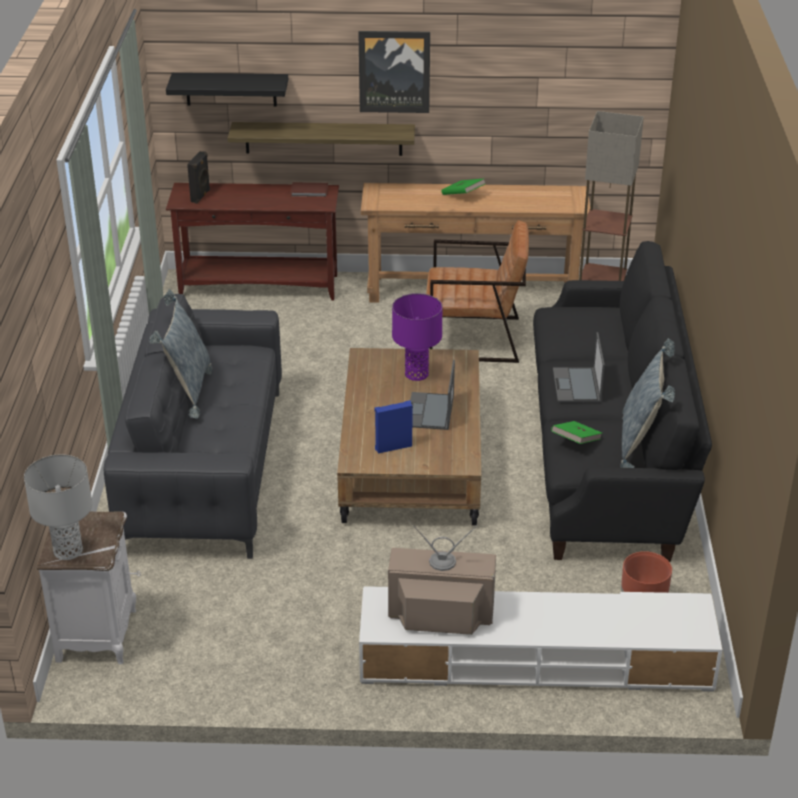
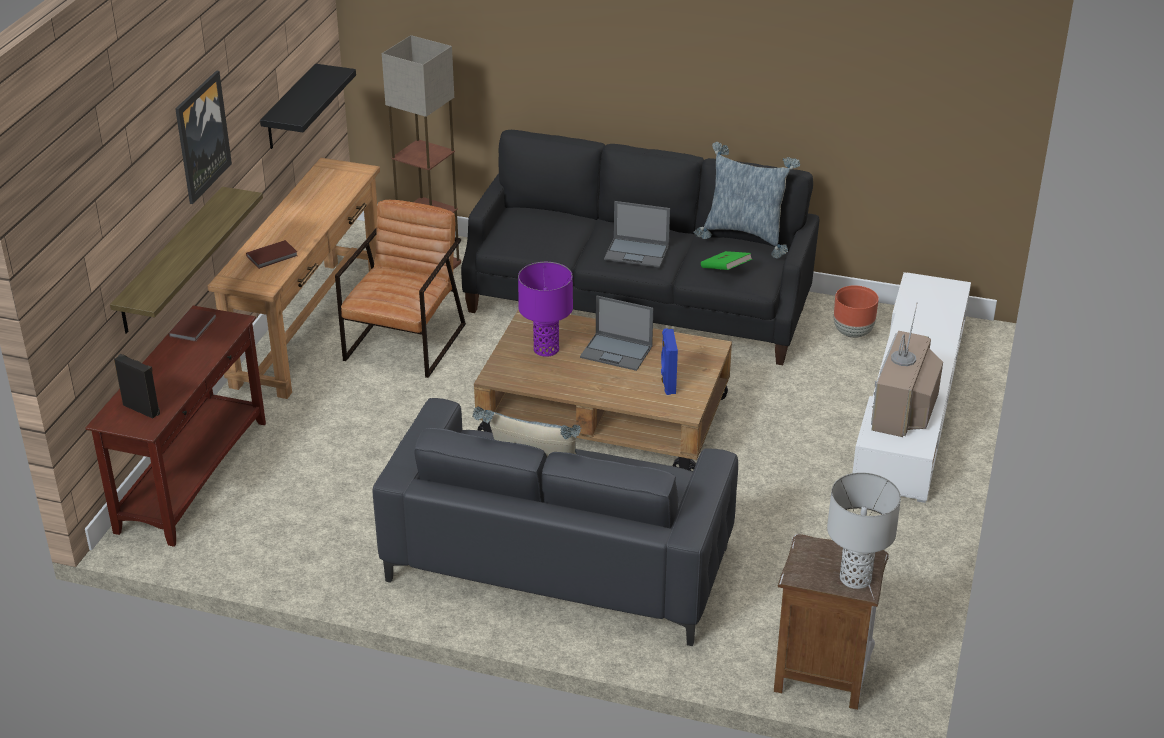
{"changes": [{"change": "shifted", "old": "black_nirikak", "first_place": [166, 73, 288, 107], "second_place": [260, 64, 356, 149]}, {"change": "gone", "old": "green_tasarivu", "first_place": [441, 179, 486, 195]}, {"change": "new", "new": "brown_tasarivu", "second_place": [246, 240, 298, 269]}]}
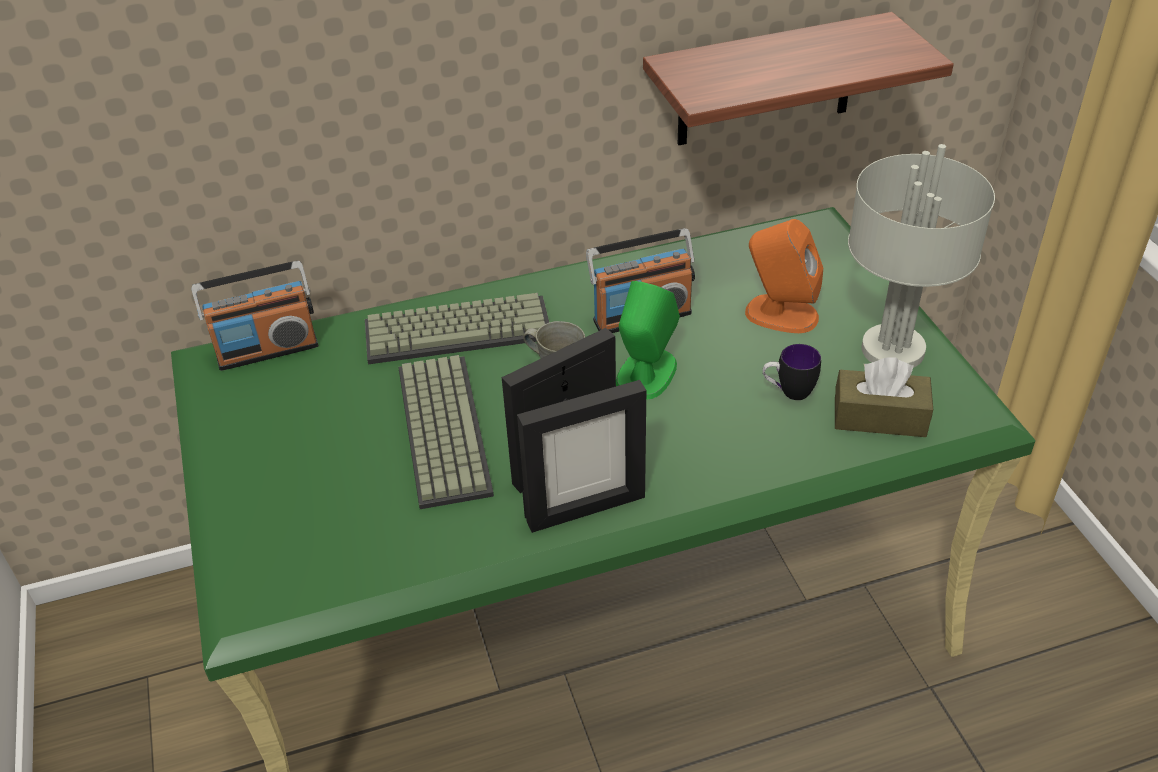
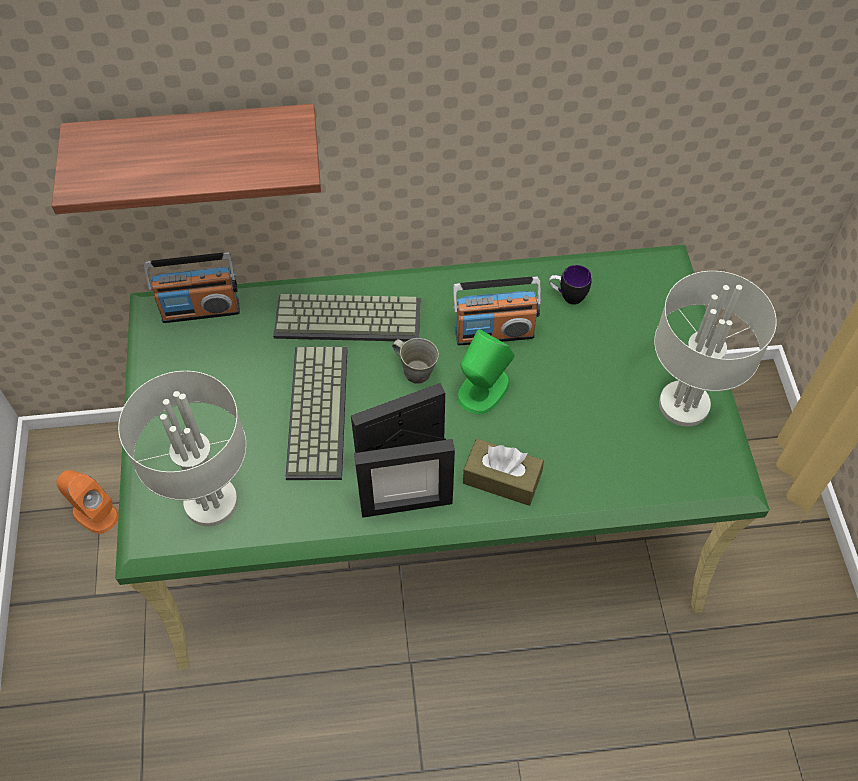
{"changes": [{"change": "shifted", "old": "nirikak", "first_place": [643, 12, 954, 145], "second_place": [52, 104, 321, 214]}, {"change": "shifted", "old": "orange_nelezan", "first_place": [745, 219, 823, 333], "second_place": [56, 470, 119, 534]}, {"change": "shifted", "old": "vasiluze", "first_place": [762, 344, 821, 400], "second_place": [549, 265, 592, 305]}, {"change": "shifted", "old": "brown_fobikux", "first_place": [835, 357, 933, 437], "second_place": [463, 439, 544, 506]}, {"change": "new", "new": "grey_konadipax", "second_place": [118, 371, 247, 527]}]}
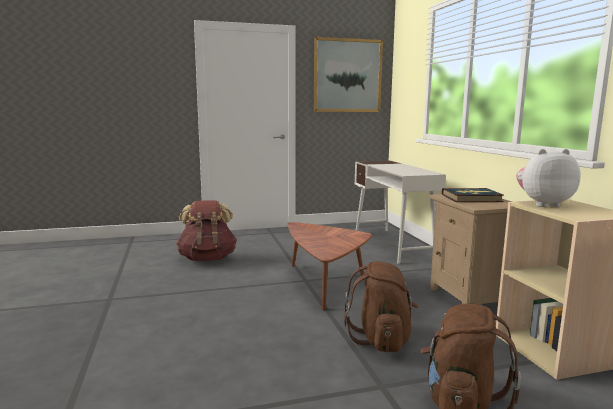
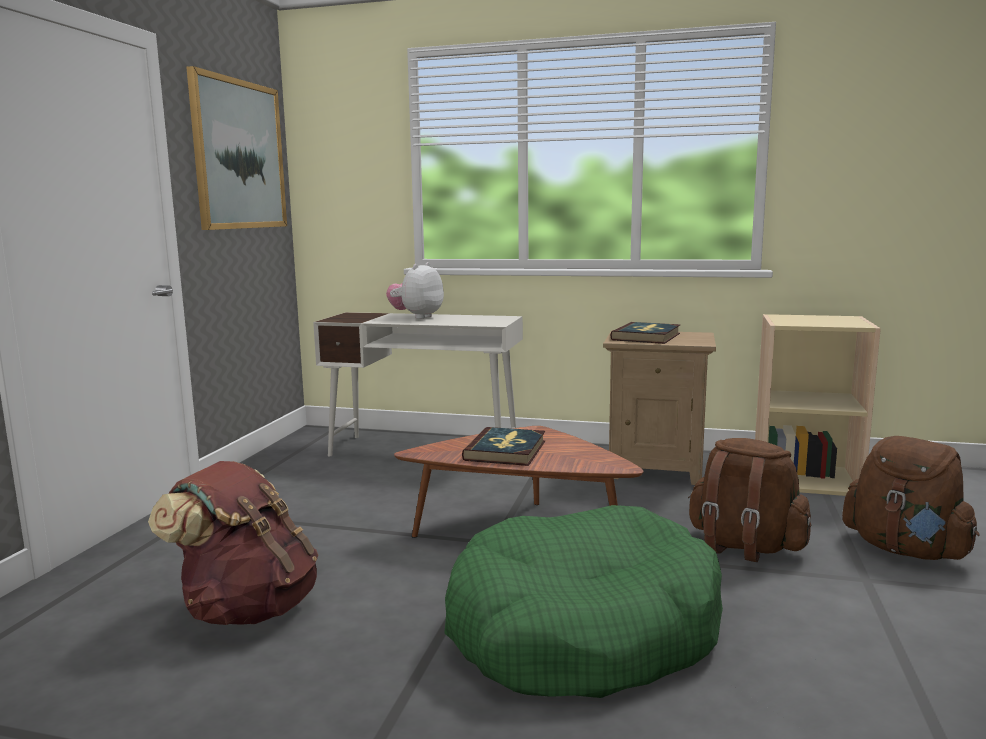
{"changes": [{"change": "shifted", "old": "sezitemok", "first_place": [516, 149, 581, 207], "second_place": [386, 262, 444, 319]}, {"change": "new", "new": "tasarivu", "second_place": [462, 427, 545, 466]}, {"change": "new", "new": "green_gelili", "second_place": [444, 505, 723, 698]}]}
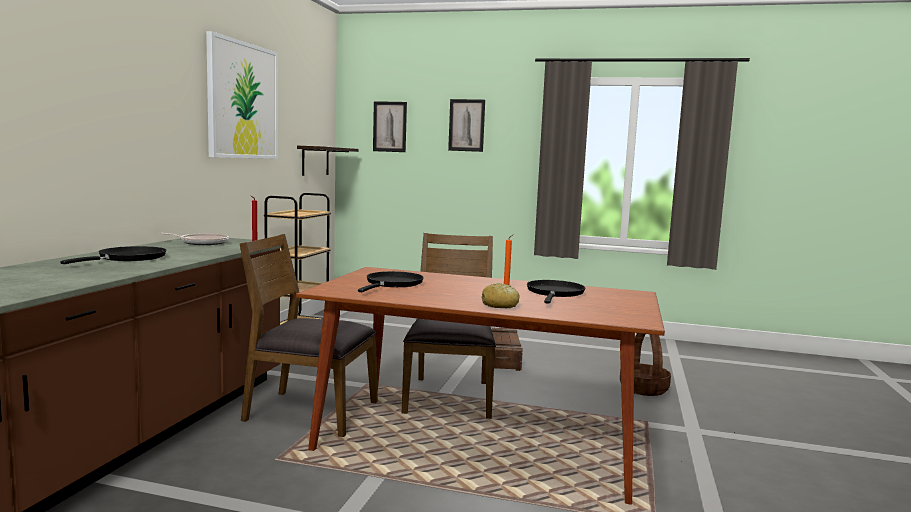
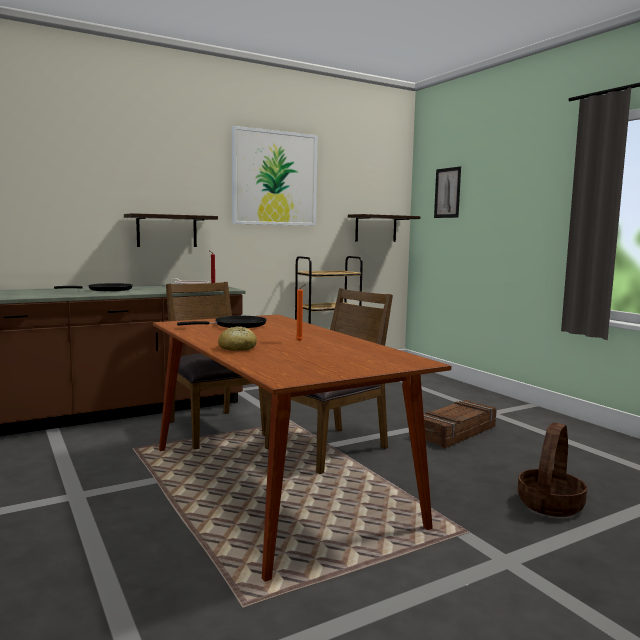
{"changes": [{"change": "gone", "old": "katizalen", "first_place": [448, 99, 485, 152]}, {"change": "gone", "old": "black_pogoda", "first_place": [527, 280, 585, 304]}, {"change": "new", "new": "nirikak", "second_place": [124, 213, 218, 247]}]}
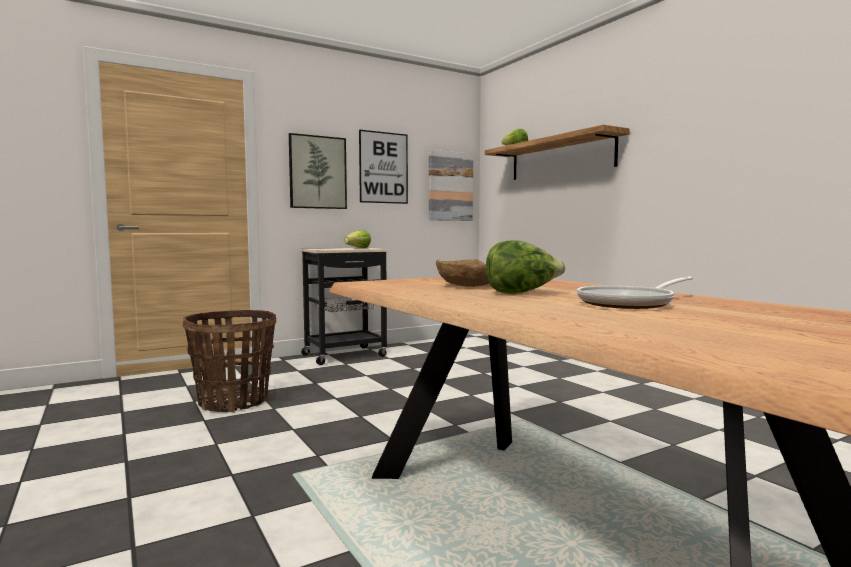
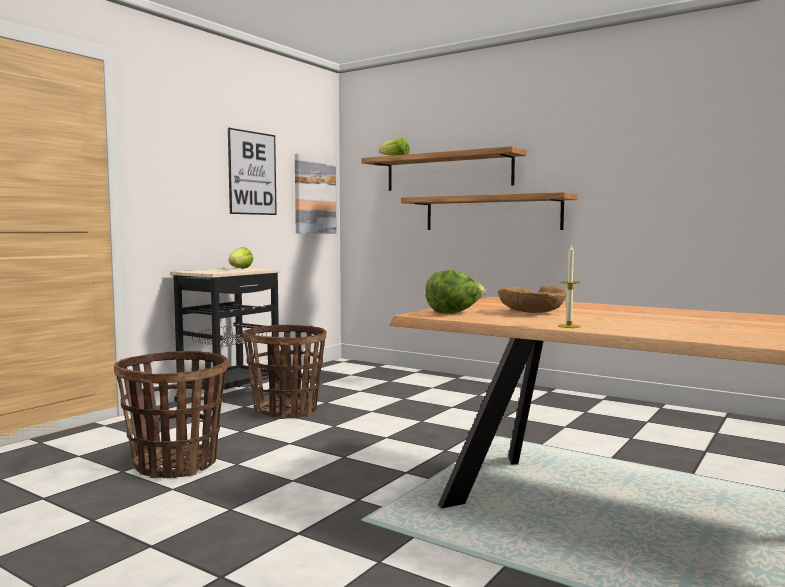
{"changes": [{"change": "gone", "old": "katizalen", "first_place": [289, 133, 347, 209]}, {"change": "shifted", "old": "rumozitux", "first_place": [486, 240, 565, 294], "second_place": [425, 270, 486, 314]}, {"change": "gone", "old": "pogoda", "first_place": [577, 276, 693, 309]}, {"change": "new", "new": "nirikak", "second_place": [401, 192, 577, 230]}, {"change": "new", "new": "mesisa", "second_place": [558, 244, 581, 328]}, {"change": "new", "new": "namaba", "second_place": [243, 324, 327, 419]}]}
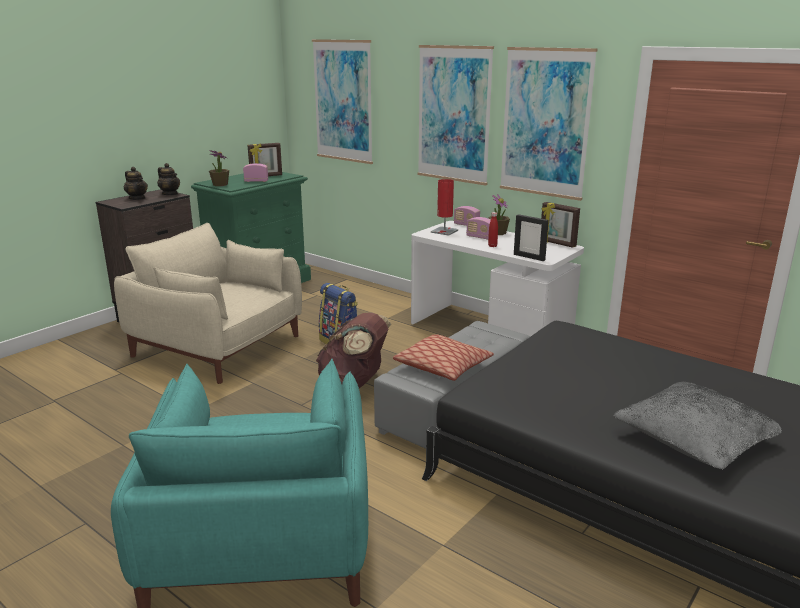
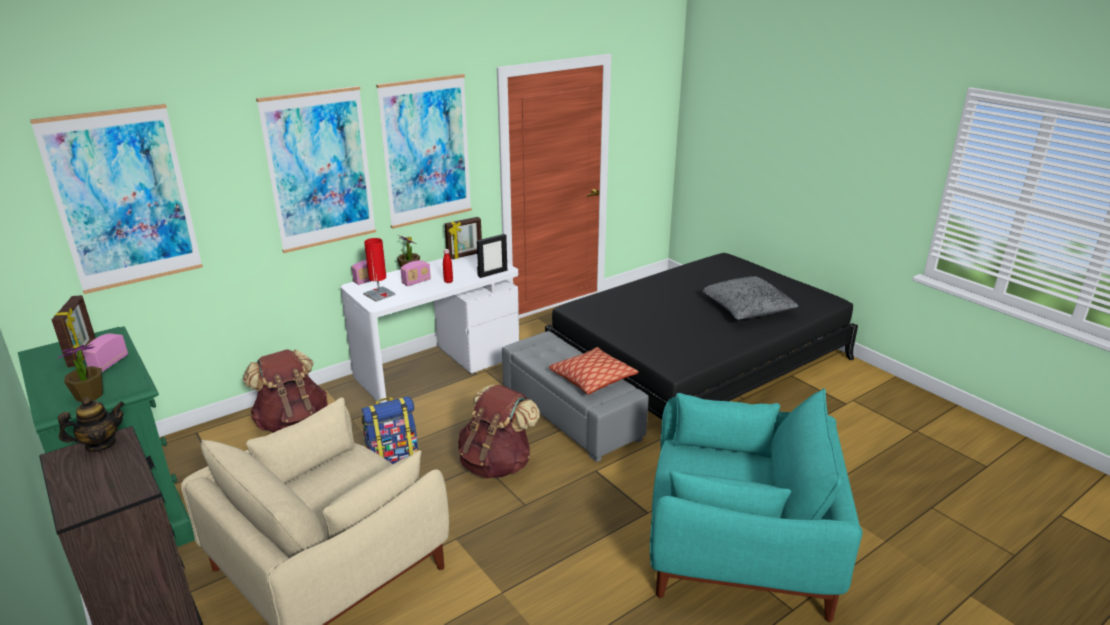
{"changes": [{"change": "gone", "old": "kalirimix", "first_place": [124, 167, 148, 200]}, {"change": "new", "new": "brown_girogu", "second_place": [243, 349, 328, 433]}]}
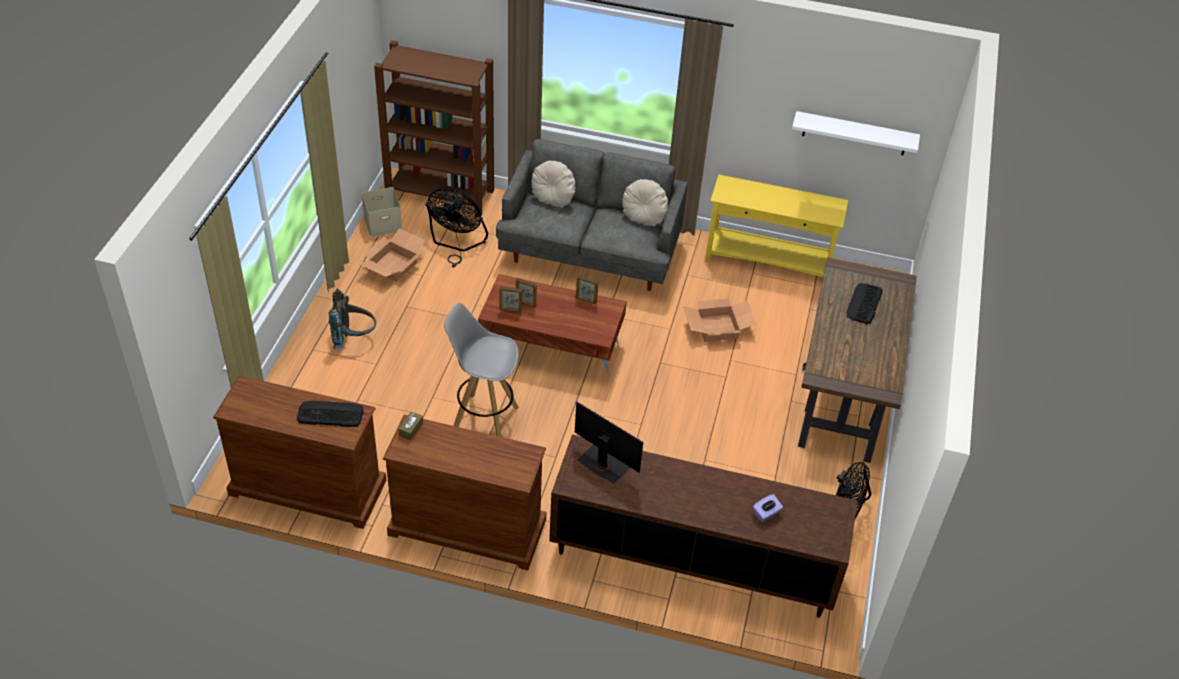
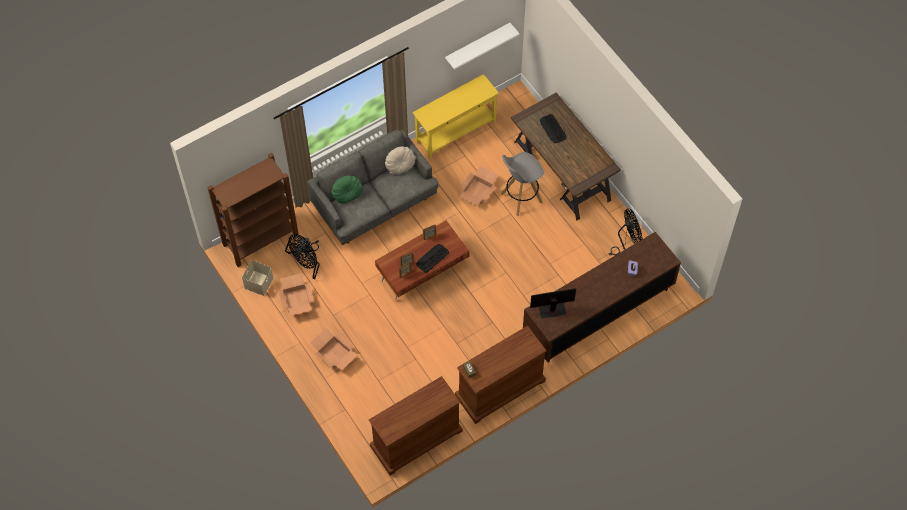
{"changes": [{"change": "repainted", "old": "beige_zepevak", "new": "green_zepevak", "first_place": [531, 161, 575, 208], "second_place": [331, 175, 363, 204]}, {"change": "rotated", "old": "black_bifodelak", "first_place": [425, 188, 488, 268], "second_place": [285, 234, 320, 279], "degrees": -105}, {"change": "swapped", "old": "grey_girogu", "new": "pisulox", "first_place": [329, 288, 376, 350], "second_place": [310, 328, 357, 370]}, {"change": "shifted", "old": "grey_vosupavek", "first_place": [444, 303, 519, 437], "second_place": [501, 152, 544, 216]}, {"change": "shifted", "old": "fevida", "first_place": [297, 400, 364, 427], "second_place": [416, 244, 449, 273]}]}
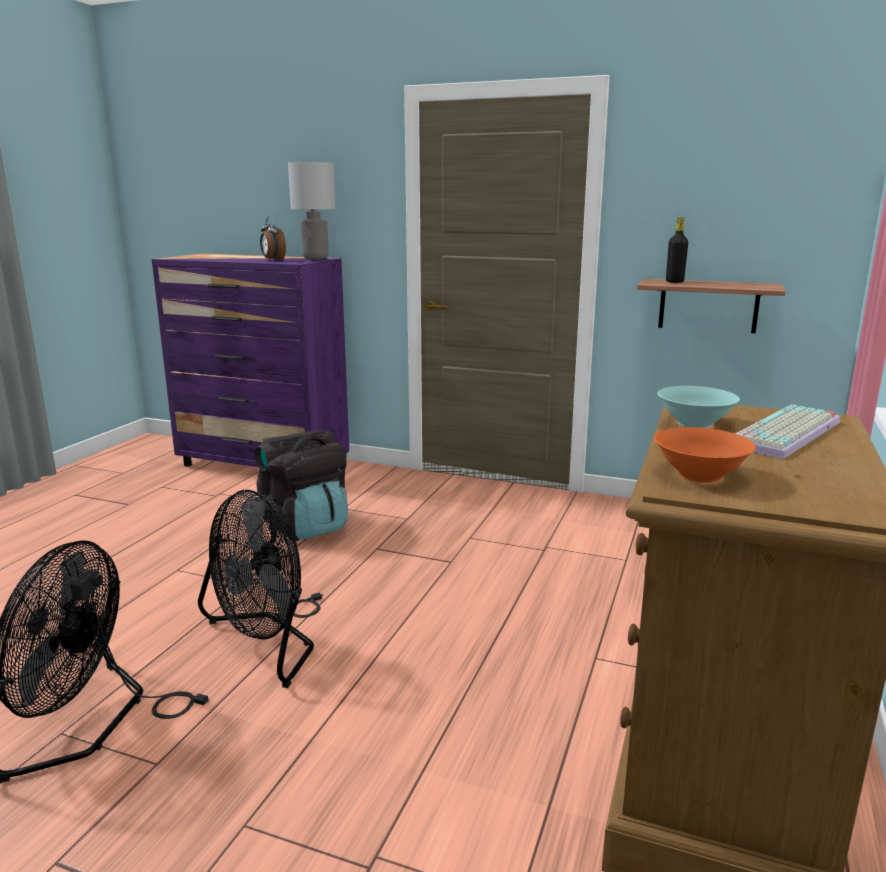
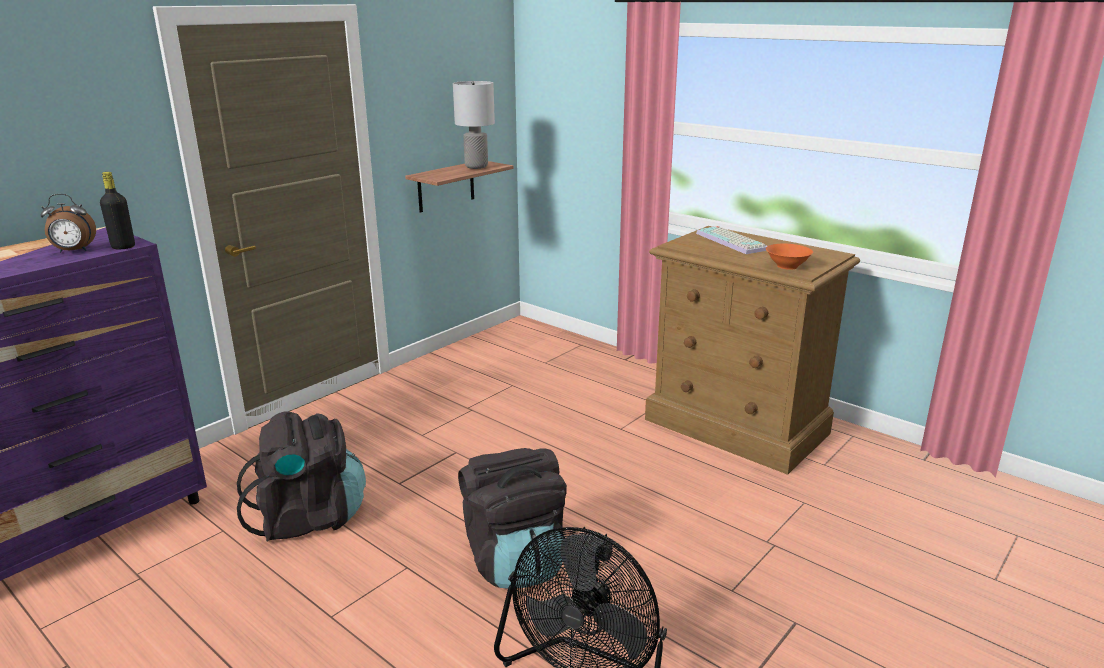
{"changes": [{"change": "shifted", "old": "grey_konadipax", "first_place": [288, 162, 335, 260], "second_place": [453, 81, 495, 169]}, {"change": "shifted", "old": "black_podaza", "first_place": [666, 217, 688, 283], "second_place": [100, 172, 135, 249]}, {"change": "gone", "old": "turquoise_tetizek", "first_place": [657, 386, 740, 428]}, {"change": "swapped", "old": "black_bifodelak", "new": "black_girogu", "first_place": [198, 490, 324, 688], "second_place": [458, 448, 567, 589]}]}
